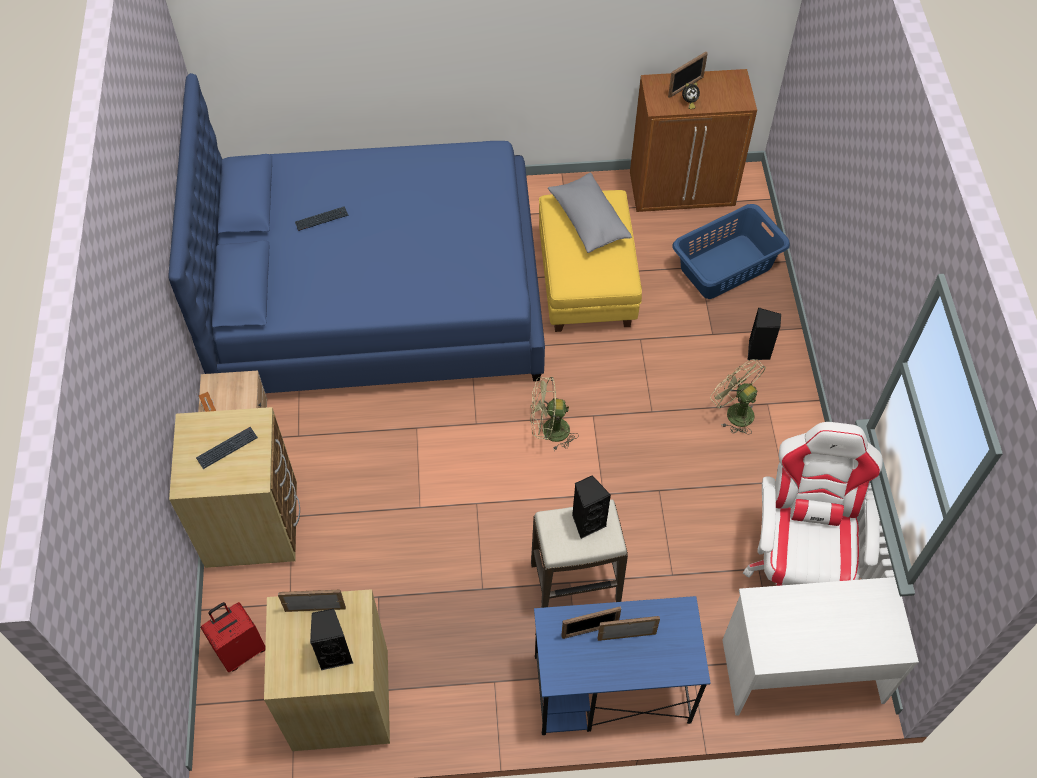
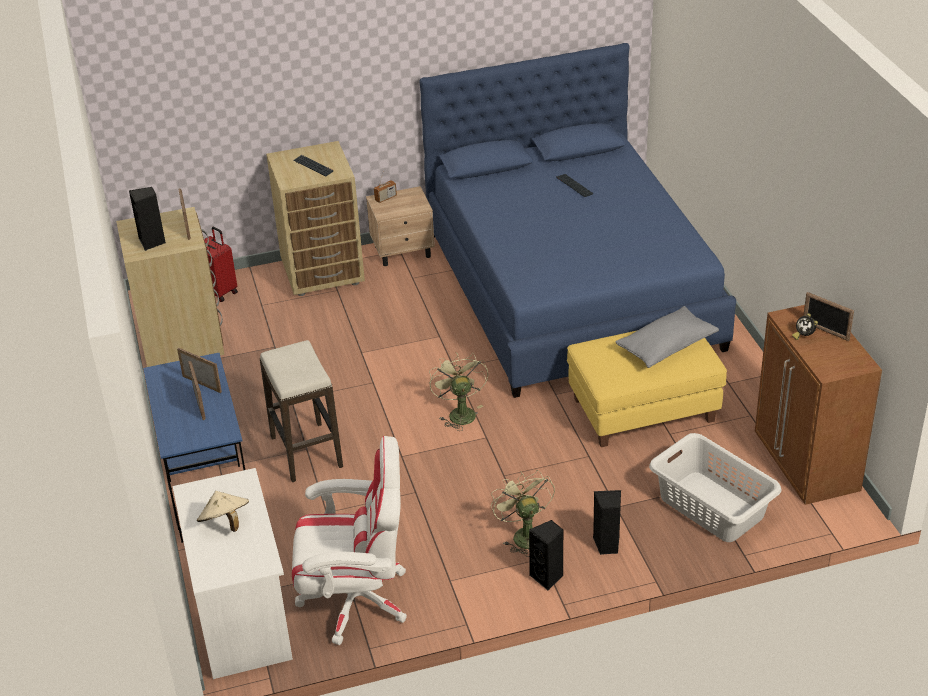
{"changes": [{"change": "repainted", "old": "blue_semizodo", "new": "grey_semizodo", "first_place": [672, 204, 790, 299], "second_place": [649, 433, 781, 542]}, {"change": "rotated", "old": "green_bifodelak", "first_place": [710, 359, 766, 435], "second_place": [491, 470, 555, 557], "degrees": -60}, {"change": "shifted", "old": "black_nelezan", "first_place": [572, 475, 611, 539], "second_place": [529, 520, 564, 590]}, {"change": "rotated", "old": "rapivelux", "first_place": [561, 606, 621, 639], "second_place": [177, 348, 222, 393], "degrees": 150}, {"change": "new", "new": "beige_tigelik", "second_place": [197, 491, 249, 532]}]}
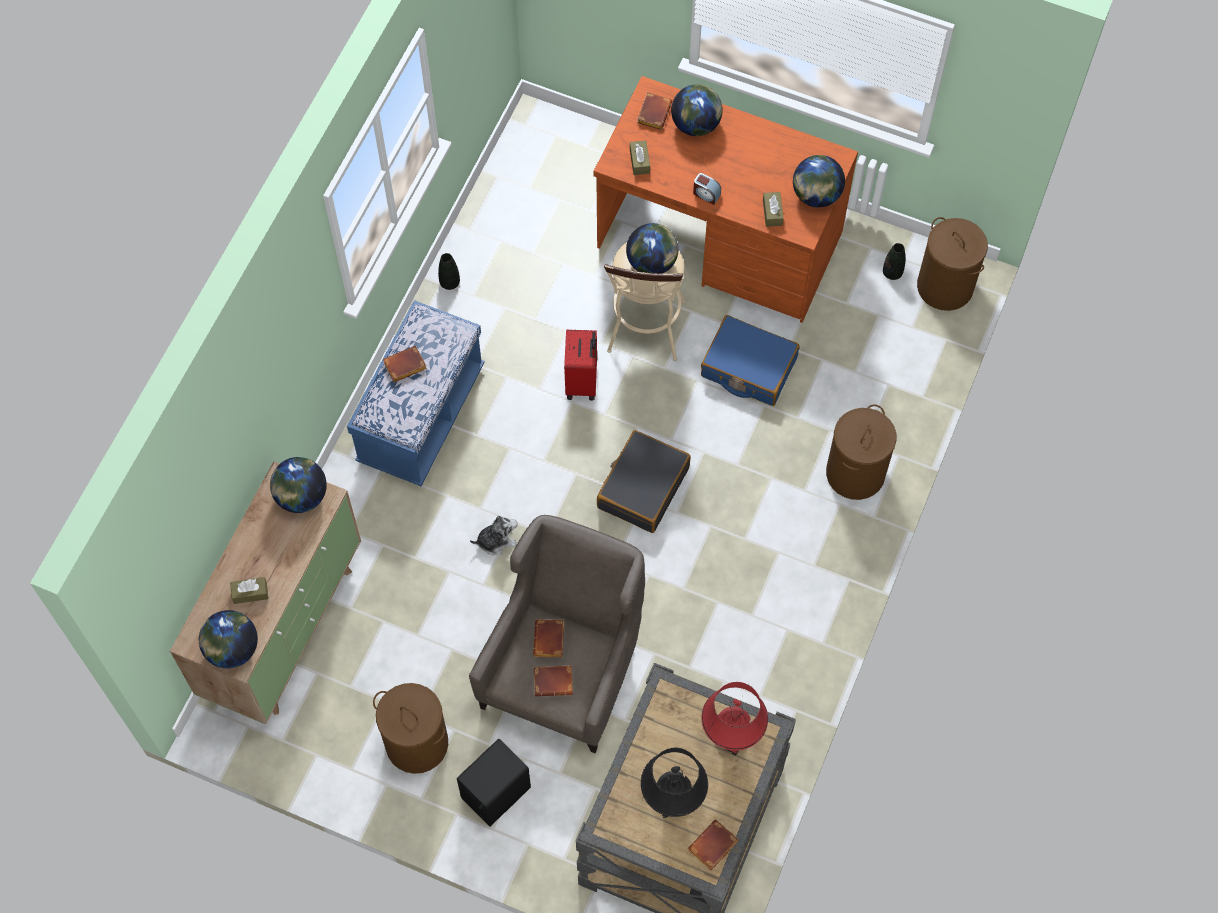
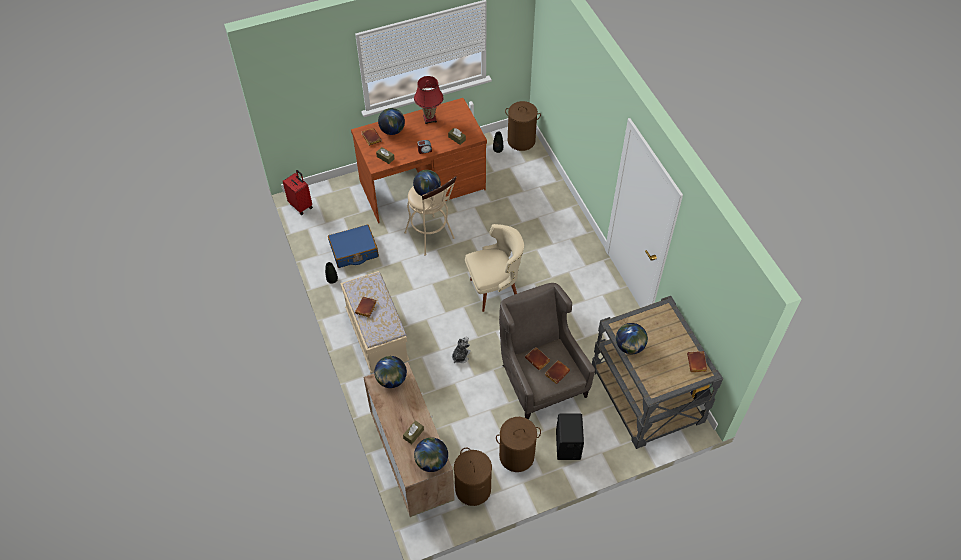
{"changes": [{"change": "shifted", "old": "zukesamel", "first_place": [793, 155, 845, 208], "second_place": [616, 323, 648, 354]}, {"change": "repainted", "old": "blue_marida", "new": "beige_marida", "first_place": [347, 300, 485, 486], "second_place": [340, 271, 409, 373]}, {"change": "shifted", "old": "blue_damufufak", "first_place": [701, 315, 800, 406], "second_place": [328, 225, 379, 268]}, {"change": "shifted", "old": "red_damufufak", "first_place": [564, 330, 597, 401], "second_place": [283, 170, 313, 215]}, {"change": "shifted", "old": "brown_semizodo", "first_place": [826, 404, 897, 500], "second_place": [454, 448, 492, 506]}, {"change": "swapped", "old": "black_damufufak", "new": "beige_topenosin", "first_place": [597, 430, 691, 533], "second_place": [465, 224, 524, 312]}, {"change": "shifted", "old": "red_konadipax", "first_place": [701, 682, 768, 756], "second_place": [414, 76, 443, 124]}, {"change": "gone", "old": "black_konadipax", "first_place": [641, 748, 708, 818]}]}
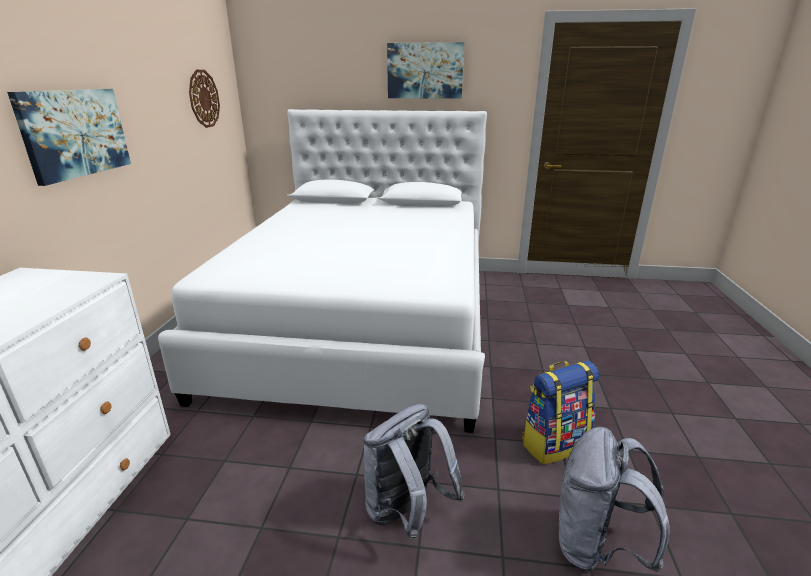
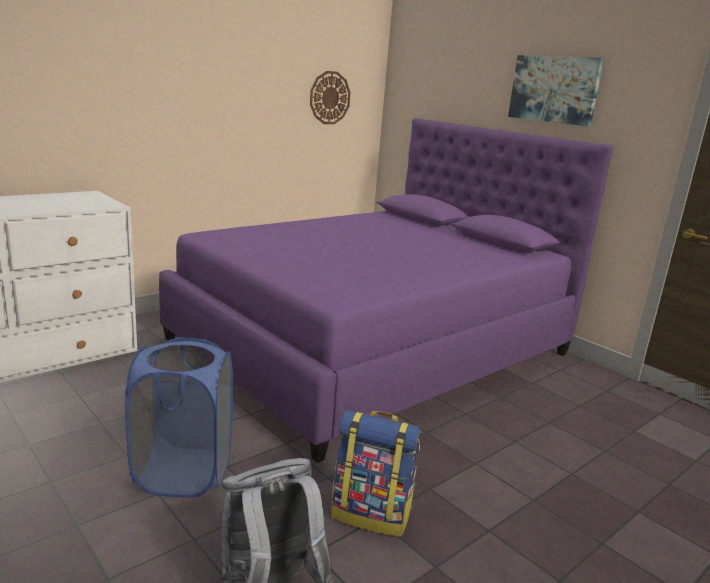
{"changes": [{"change": "gone", "old": "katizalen", "first_place": [7, 89, 131, 186]}, {"change": "repainted", "old": "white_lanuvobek", "new": "purple_lanuvobek", "first_place": [158, 109, 487, 433], "second_place": [159, 118, 613, 463]}, {"change": "swapped", "old": "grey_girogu", "new": "blue_semizodo", "first_place": [363, 404, 465, 540], "second_place": [125, 337, 233, 497]}]}
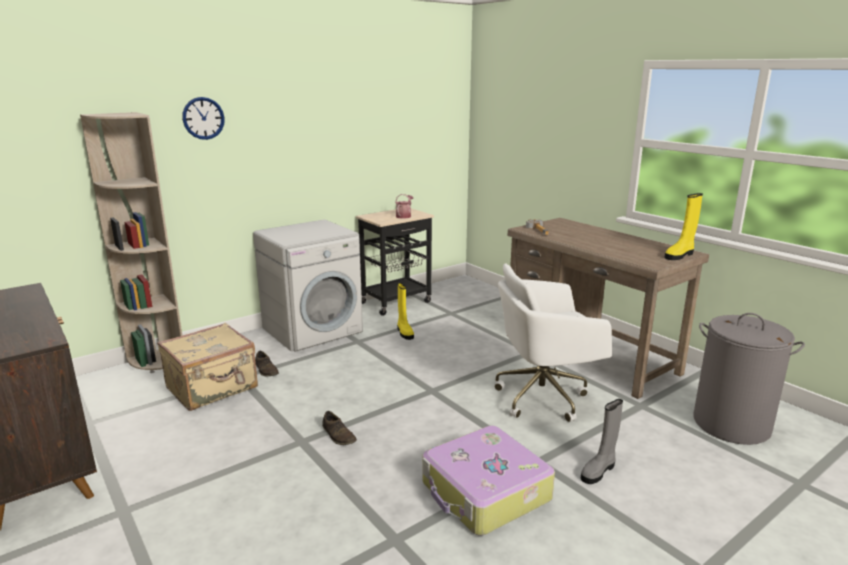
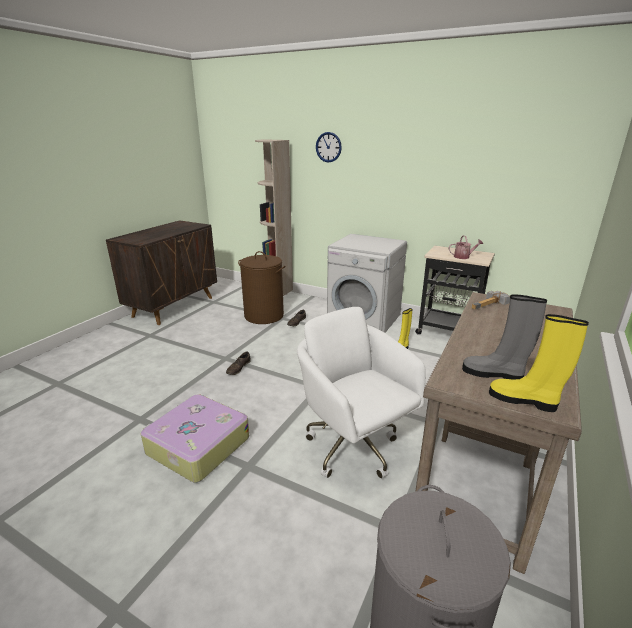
{"changes": [{"change": "swapped", "old": "beige_damufufak", "new": "brown_semizodo", "first_place": [157, 323, 258, 411], "second_place": [238, 251, 286, 324]}, {"change": "shifted", "old": "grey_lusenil", "first_place": [581, 399, 623, 484], "second_place": [462, 295, 547, 380]}]}
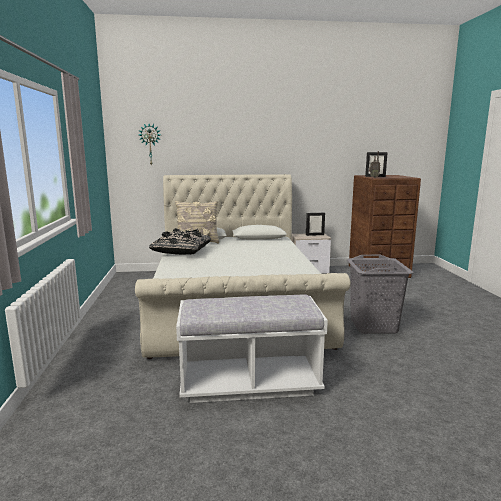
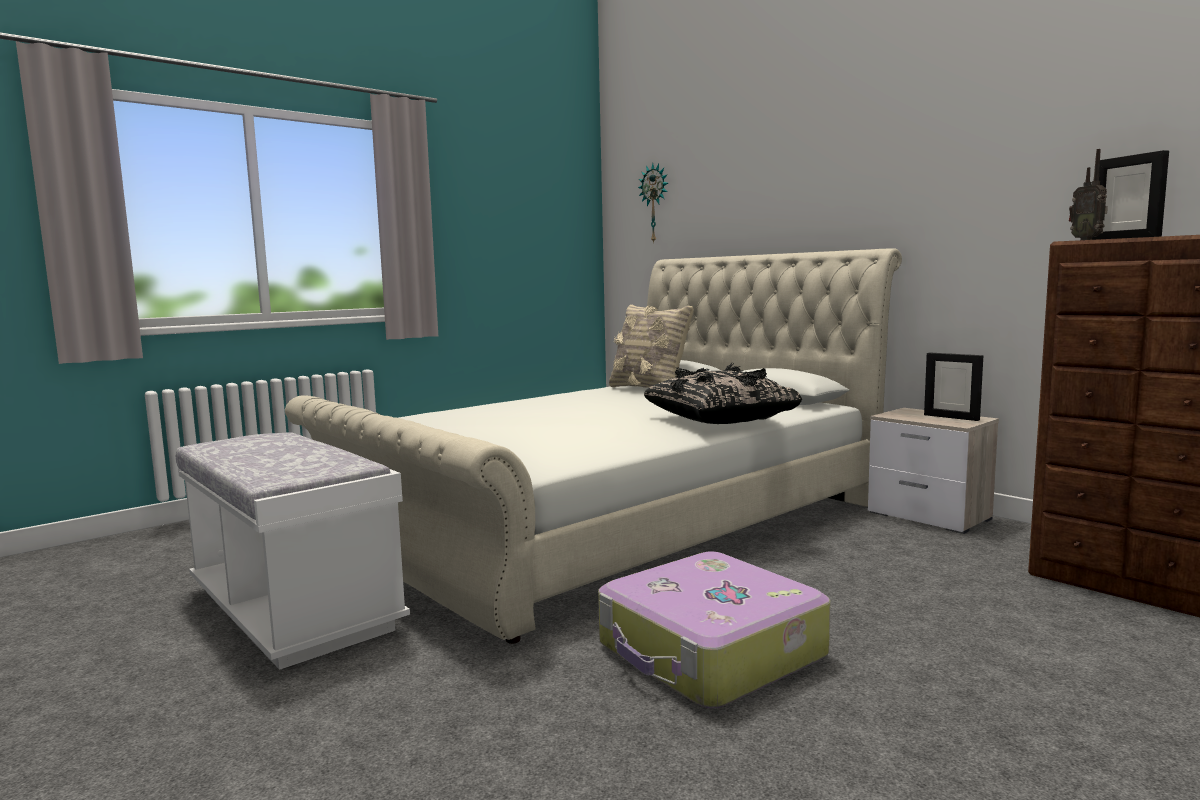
{"changes": [{"change": "shifted", "old": "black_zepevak", "first_place": [149, 228, 211, 255], "second_place": [644, 363, 802, 424]}, {"change": "swapped", "old": "grey_semizodo", "new": "damufufak", "first_place": [347, 255, 414, 334], "second_place": [598, 551, 830, 709]}]}
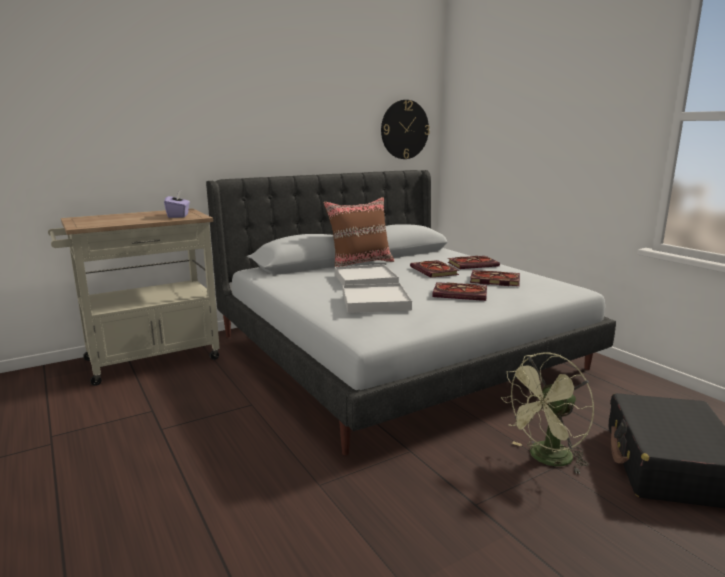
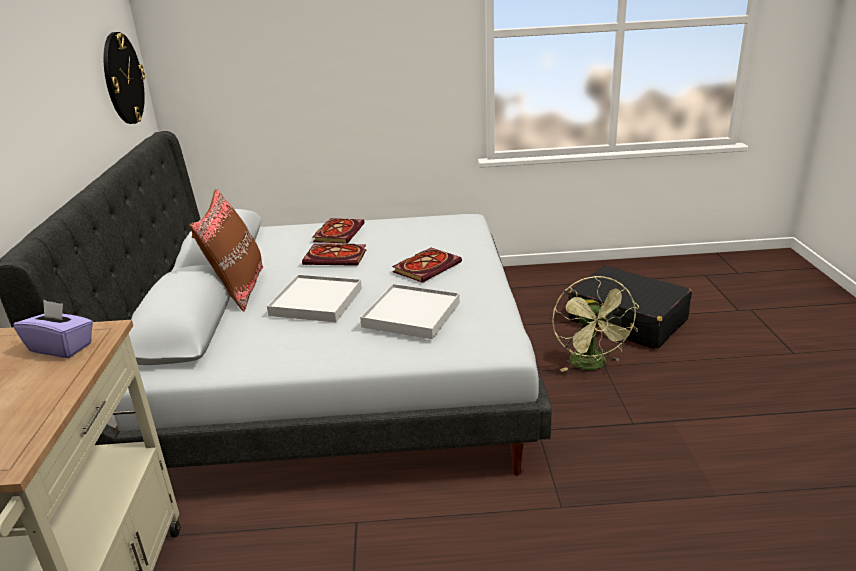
{"changes": [{"change": "gone", "old": "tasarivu", "first_place": [470, 270, 520, 286]}]}
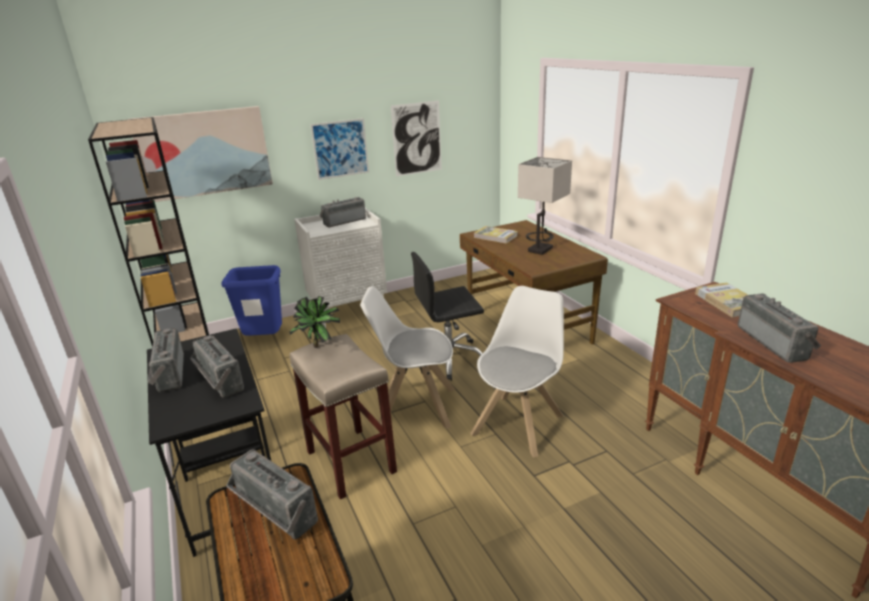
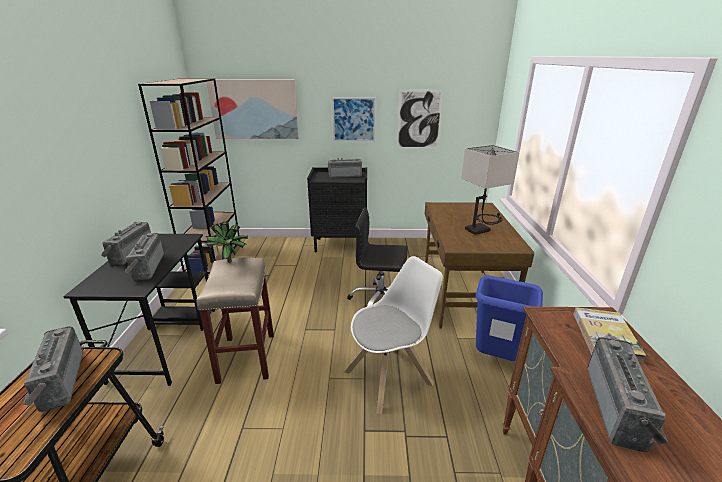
{"changes": [{"change": "repainted", "old": "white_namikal", "new": "black_namikal", "first_place": [294, 208, 387, 328], "second_place": [307, 167, 367, 253]}, {"change": "gone", "old": "tasarivu", "first_place": [474, 226, 518, 244]}, {"change": "shifted", "old": "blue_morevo", "first_place": [221, 265, 282, 336], "second_place": [475, 275, 543, 361]}, {"change": "gone", "old": "topenosin", "first_place": [360, 286, 455, 429]}]}
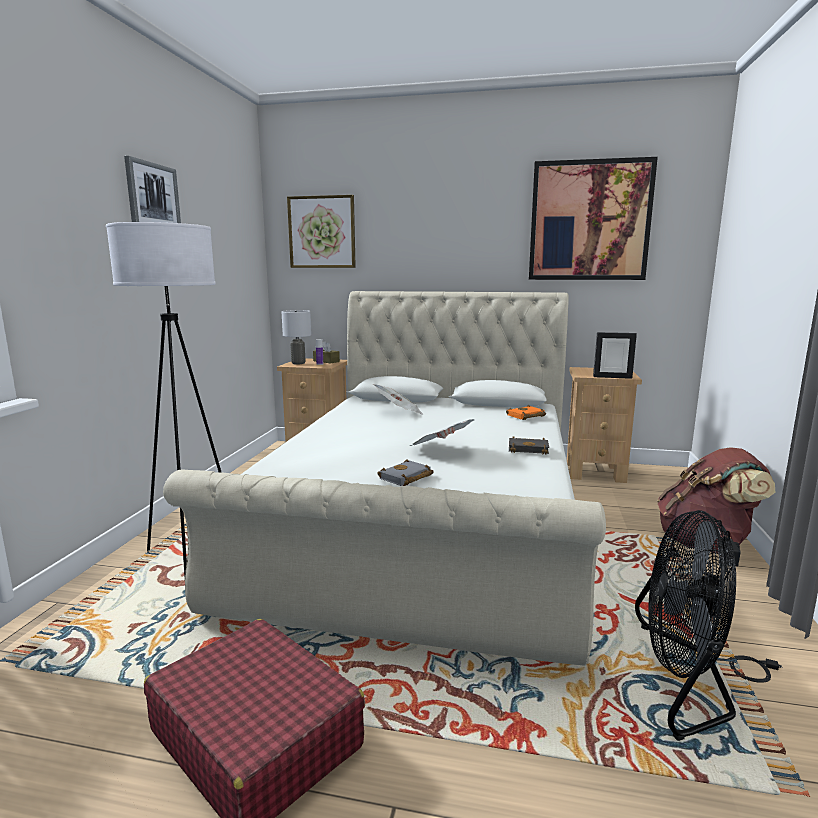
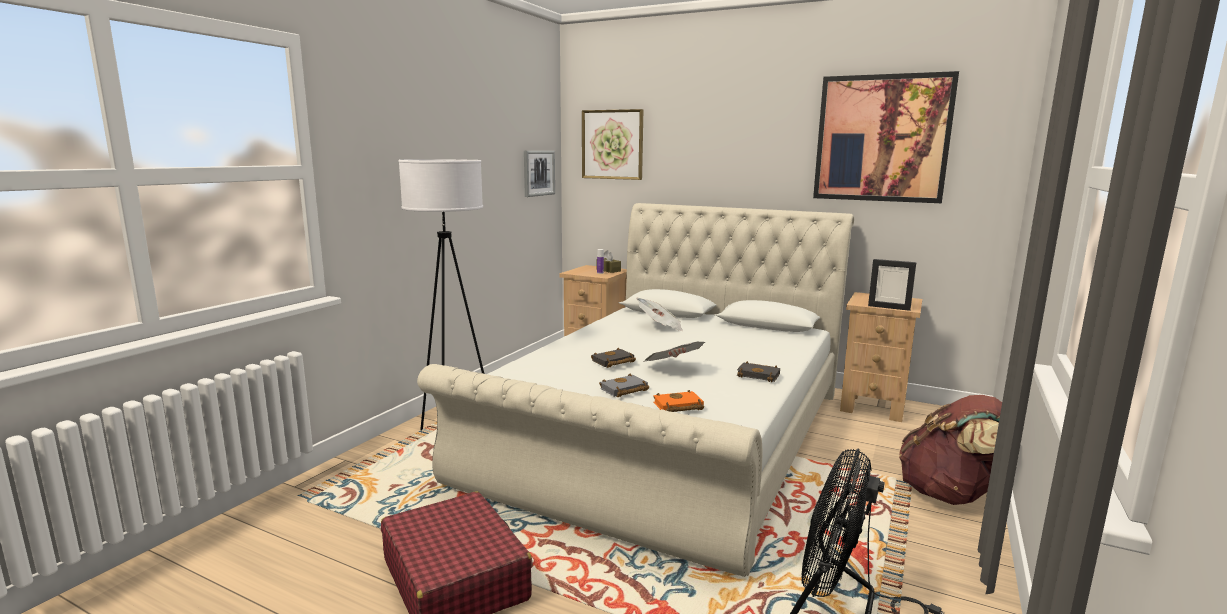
{"changes": [{"change": "shifted", "old": "katizalen", "first_place": [124, 156, 181, 223], "second_place": [524, 151, 555, 197]}, {"change": "gone", "old": "white_konadipax", "first_place": [281, 310, 311, 365]}, {"change": "shifted", "old": "orange_tasarivu", "first_place": [506, 405, 546, 420], "second_place": [653, 390, 704, 412]}, {"change": "new", "new": "black_tasarivu", "second_place": [591, 348, 636, 368]}]}
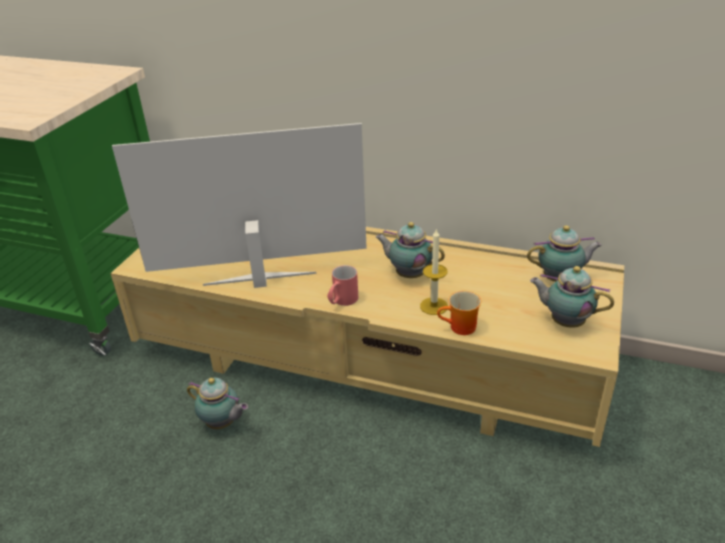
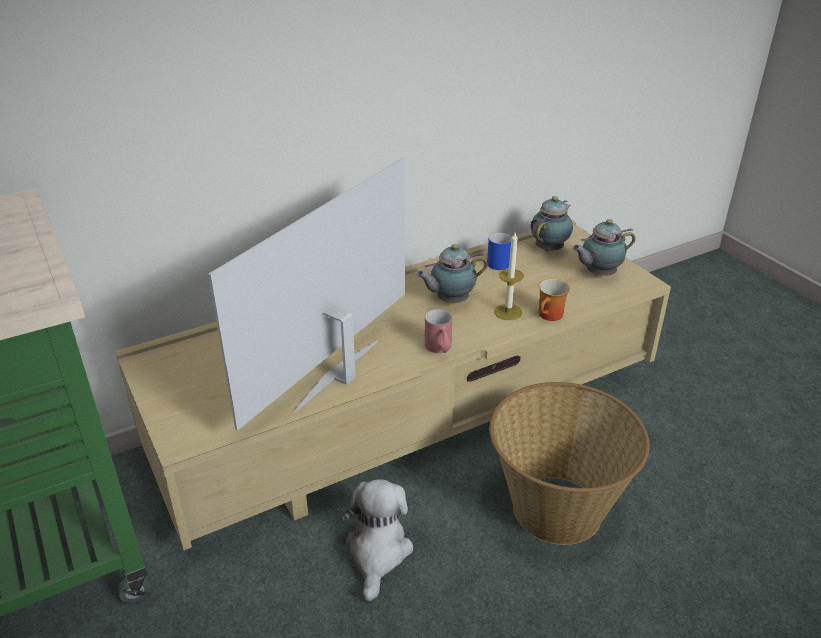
{"changes": [{"change": "swapped", "old": "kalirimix", "new": "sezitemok", "first_place": [187, 378, 248, 429], "second_place": [340, 479, 413, 602]}, {"change": "new", "new": "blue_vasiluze", "second_place": [487, 233, 512, 270]}, {"change": "new", "new": "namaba", "second_place": [489, 382, 650, 545]}]}
